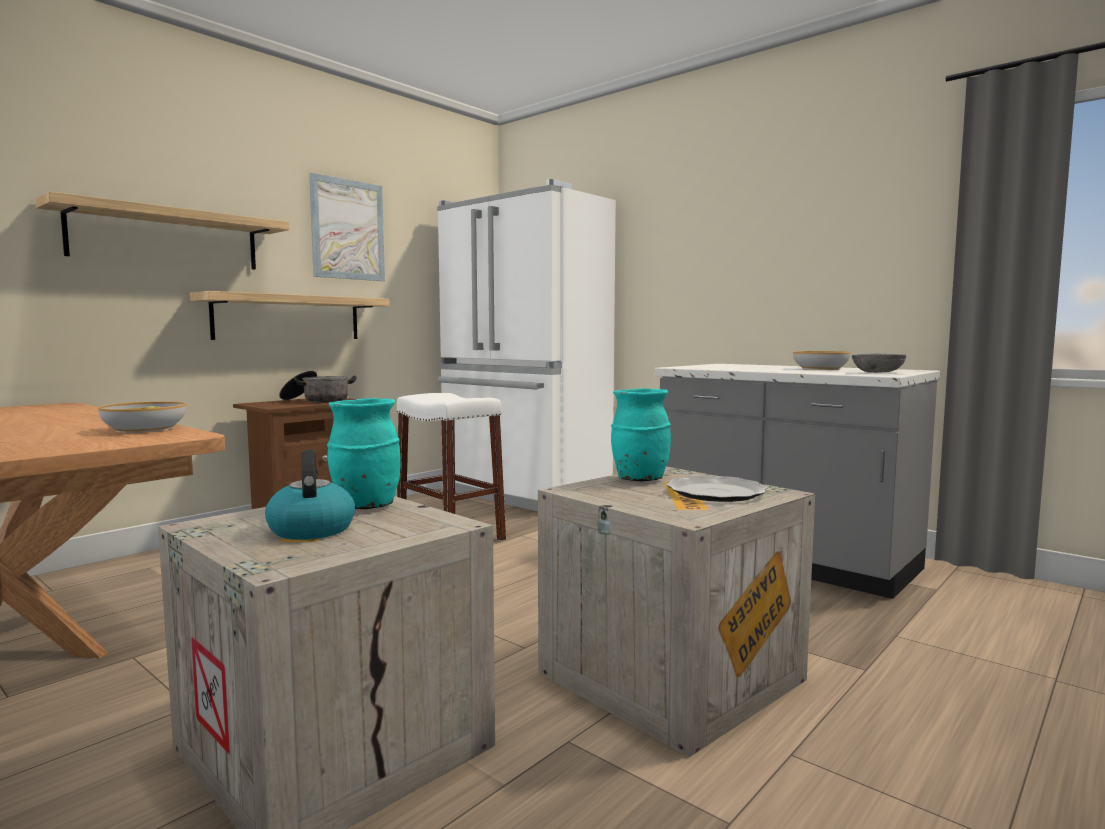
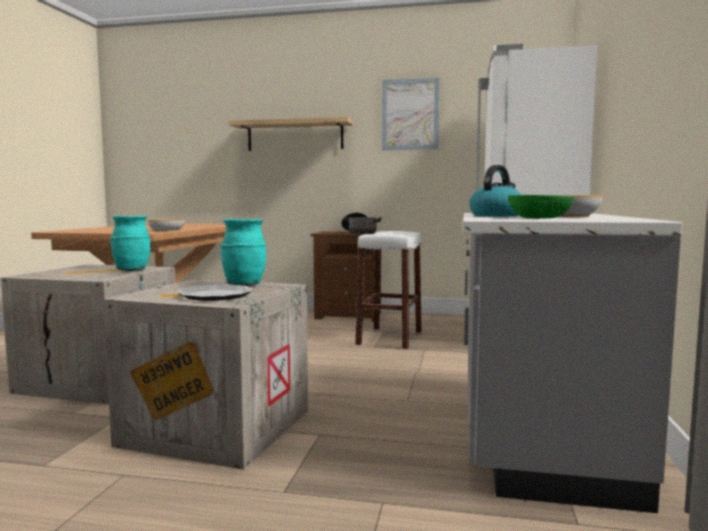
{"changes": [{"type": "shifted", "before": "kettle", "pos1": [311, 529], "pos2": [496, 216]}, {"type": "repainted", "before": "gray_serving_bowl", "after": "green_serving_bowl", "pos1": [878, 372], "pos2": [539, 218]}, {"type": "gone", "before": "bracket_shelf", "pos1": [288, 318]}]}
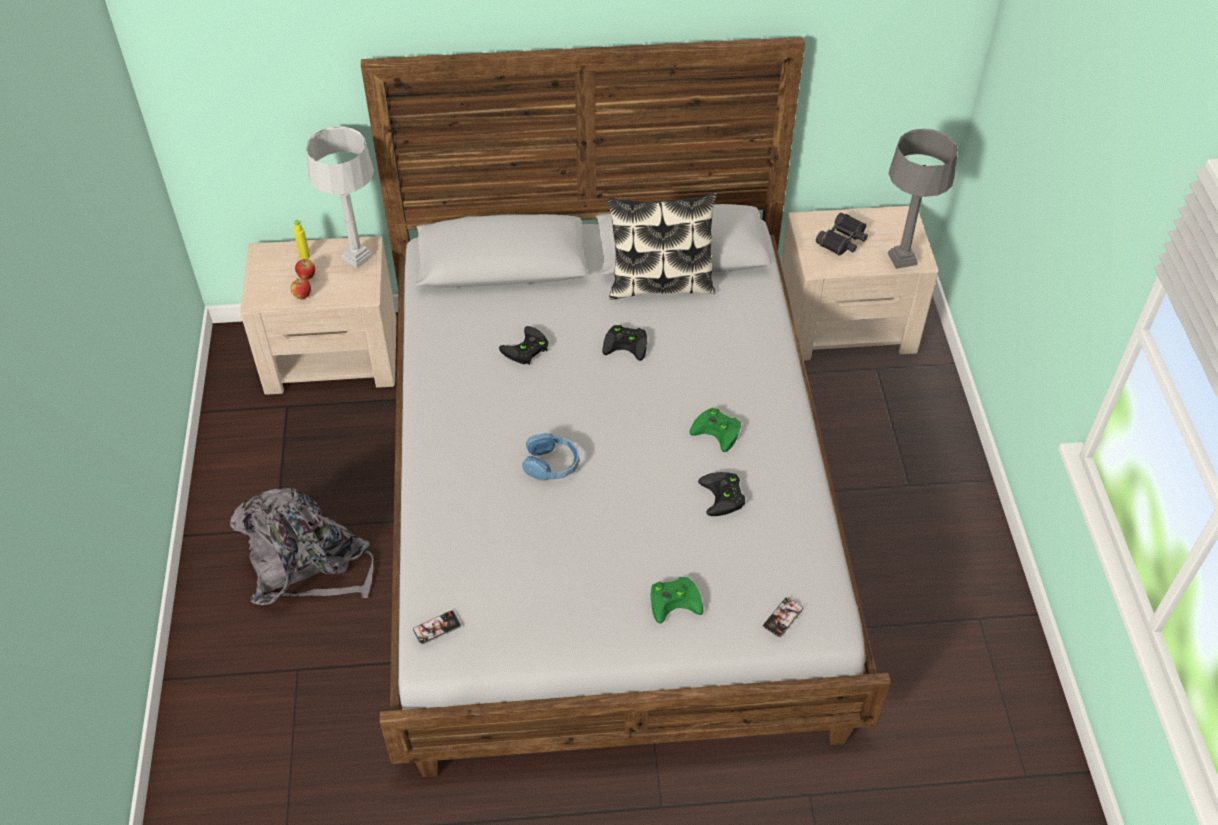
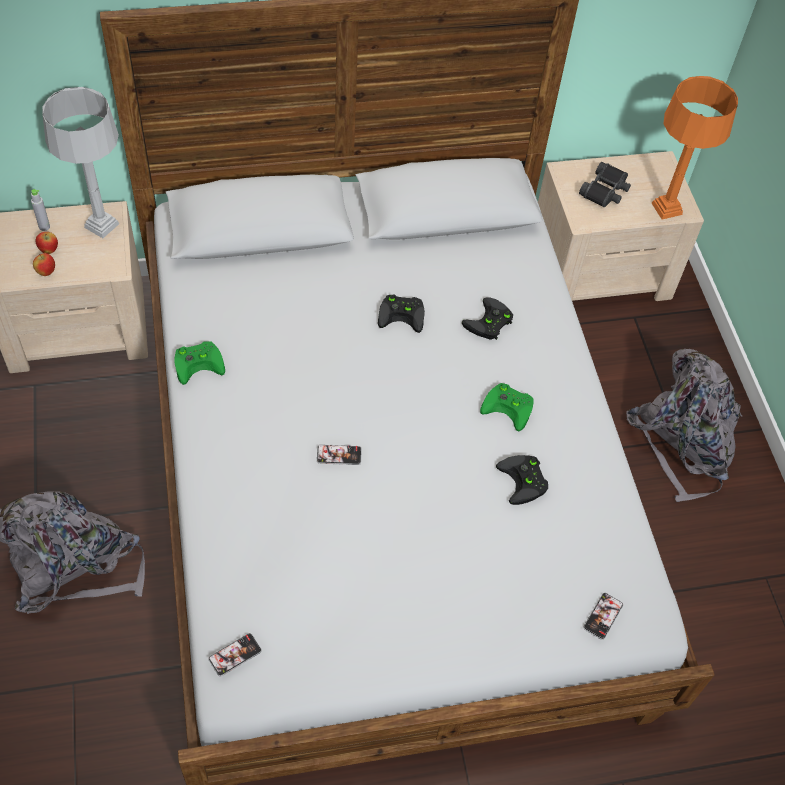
{"changes": [{"type": "repainted", "before": "yellowish_bottle", "after": "gray_bottle", "pos1": [305, 256], "pos2": [44, 227]}, {"type": "shifted", "before": "green_game_controller", "pos1": [676, 599], "pos2": [200, 362]}, {"type": "swapped", "before": "bluish_headset", "after": "telephone", "pos1": [551, 464], "pos2": [339, 455]}, {"type": "shifted", "before": "black_game_controller", "pos1": [526, 350], "pos2": [489, 323]}, {"type": "new", "after": "gray_rucksack", "pos2": [684, 442]}, {"type": "repainted", "before": "gray_table_lamp", "after": "orange-coloured_table_lamp", "pos1": [902, 259], "pos2": [666, 209]}, {"type": "gone", "before": "pillow", "pos1": [660, 283]}]}
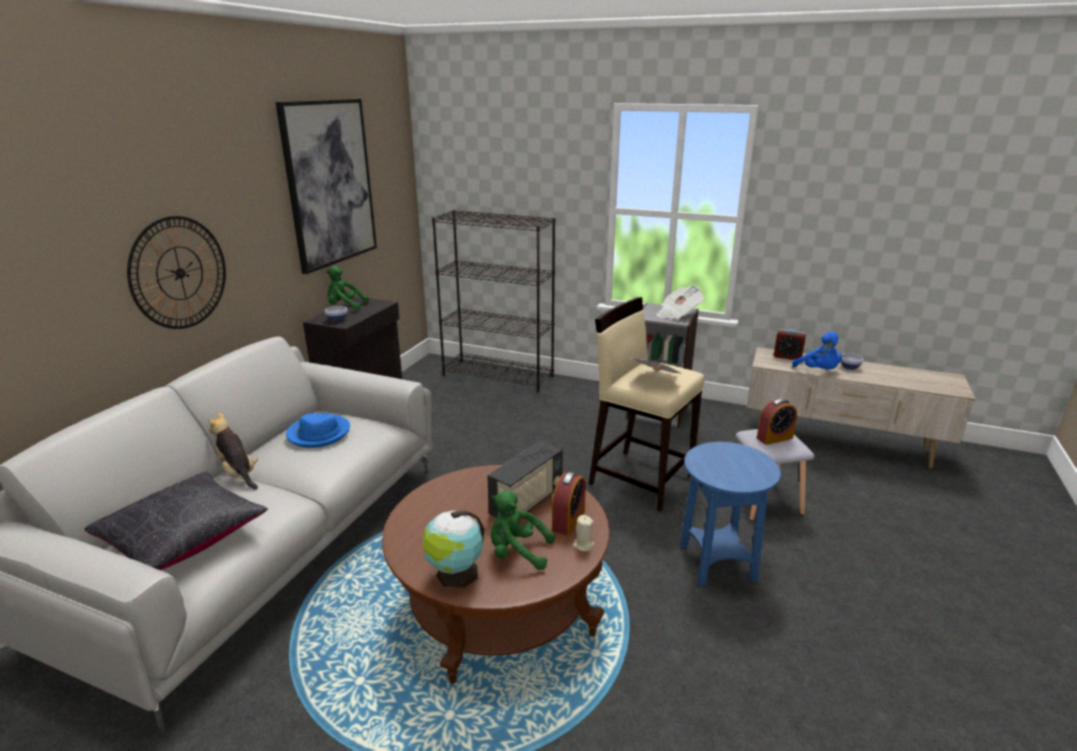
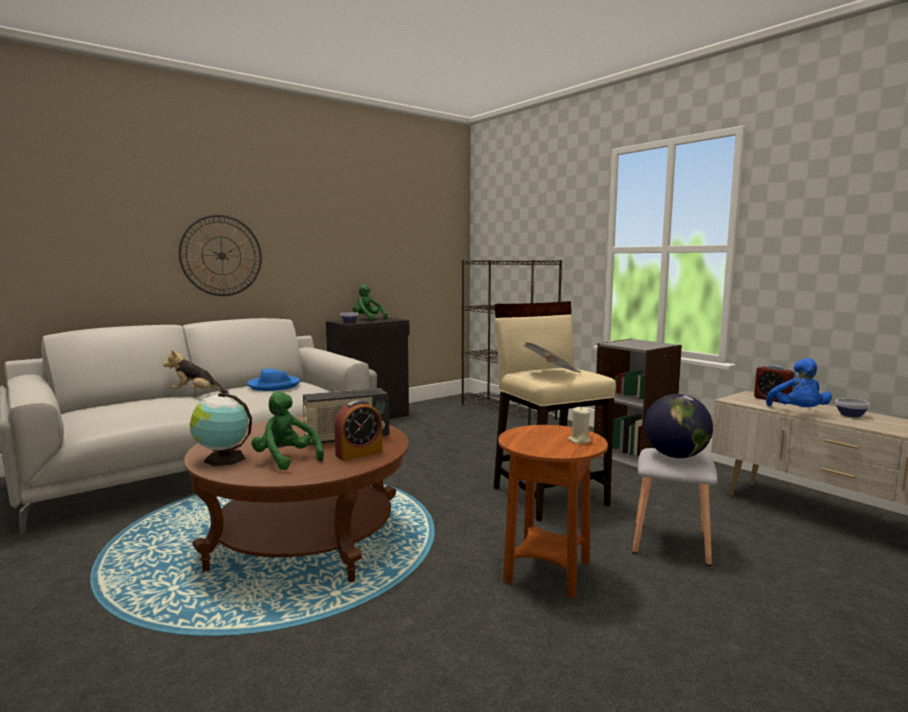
{"changes": [{"type": "rotated", "before": "soft_toy", "pos1": [238, 473], "pos2": [196, 393], "turn": -75}, {"type": "repainted", "before": "bluish_side_table", "after": "brown-coloured_side_table", "pos1": [717, 563], "pos2": [548, 572]}, {"type": "shifted", "before": "beige-coloured_candle", "pos1": [583, 545], "pos2": [579, 441]}, {"type": "swapped", "before": "table_clock", "after": "globe", "pos1": [774, 438], "pos2": [676, 456]}, {"type": "gone", "before": "black_pillow", "pos1": [183, 537]}, {"type": "gone", "before": "wall_art", "pos1": [330, 183]}, {"type": "gone", "before": "daily_paper", "pos1": [678, 314]}]}
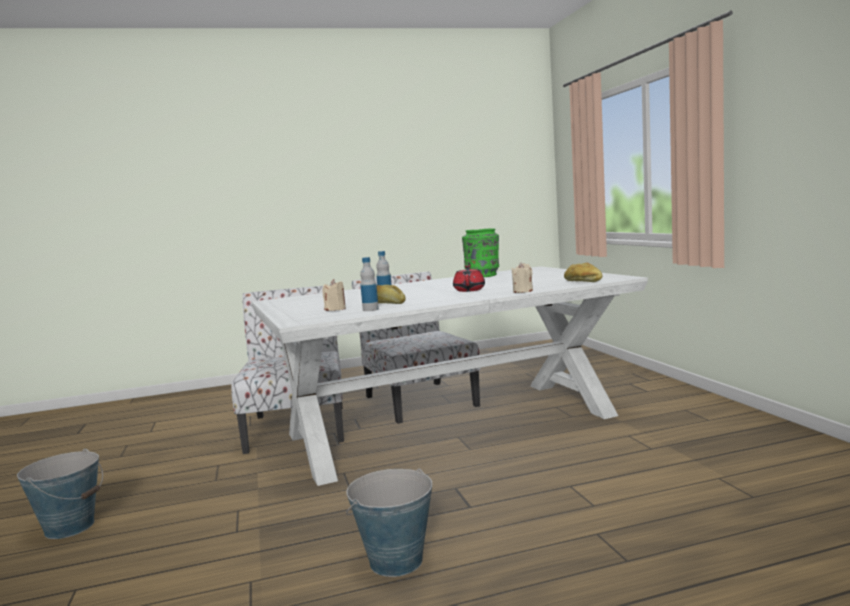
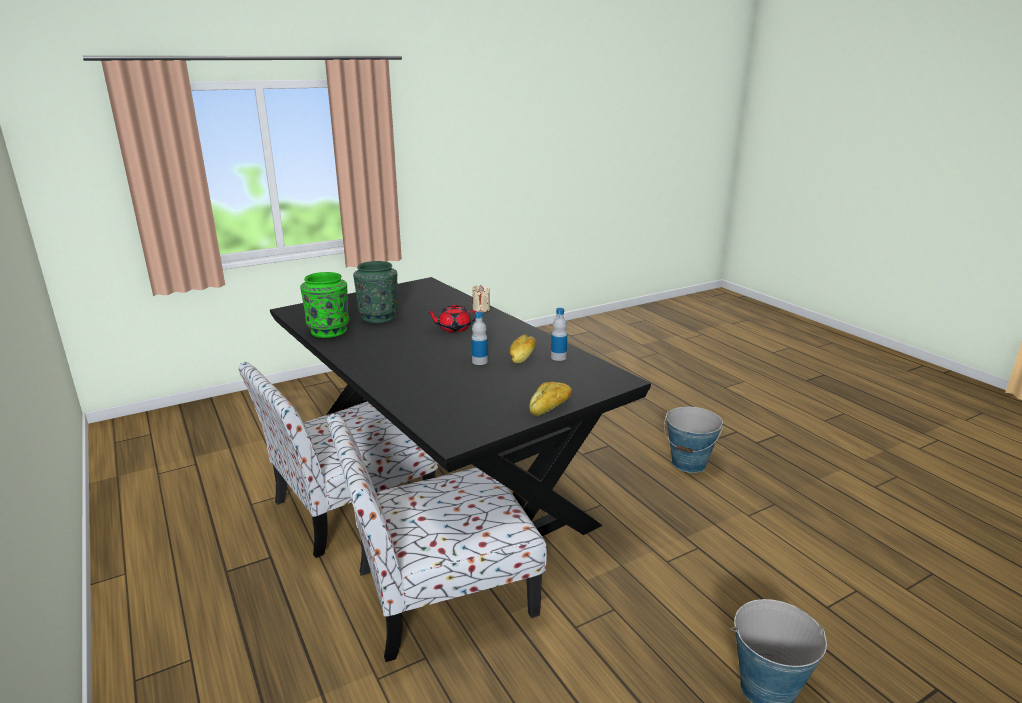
{"changes": [{"type": "repainted", "before": "white_dining_table", "after": "black_dining_table", "pos1": [452, 424], "pos2": [441, 472]}, {"type": "new", "after": "green_decorative_vase", "pos2": [378, 317]}, {"type": "shifted", "before": "baked_bread", "pos1": [583, 281], "pos2": [551, 406]}, {"type": "gone", "before": "beige-coloured_candle", "pos1": [335, 309]}]}
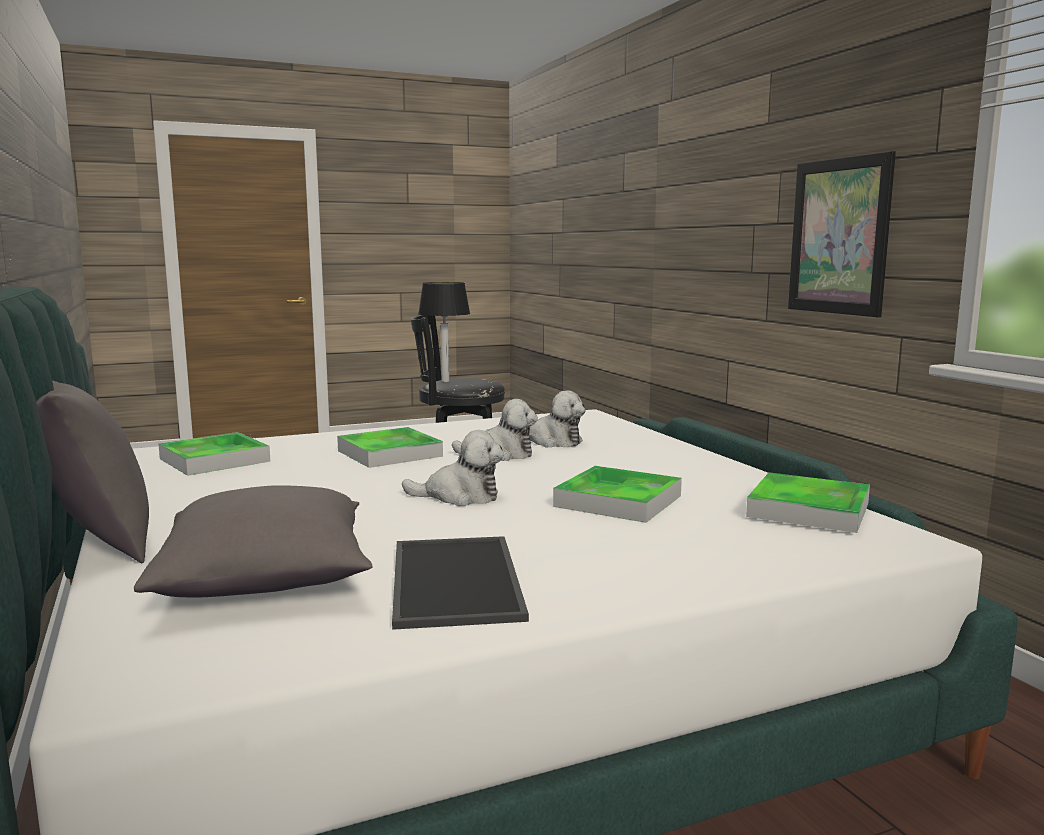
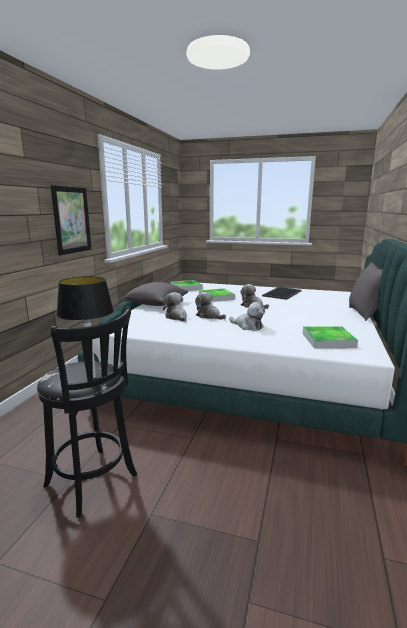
{"changes": [{"type": "shifted", "before": "gray_pillow", "pos1": [267, 581], "pos2": [156, 304]}, {"type": "swapped", "before": "carrying_tray", "after": "soft_toy", "pos1": [389, 453], "pos2": [248, 326]}]}
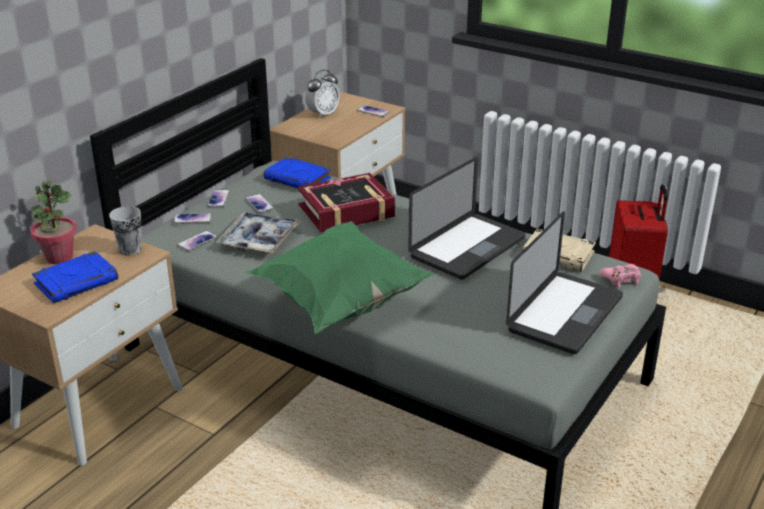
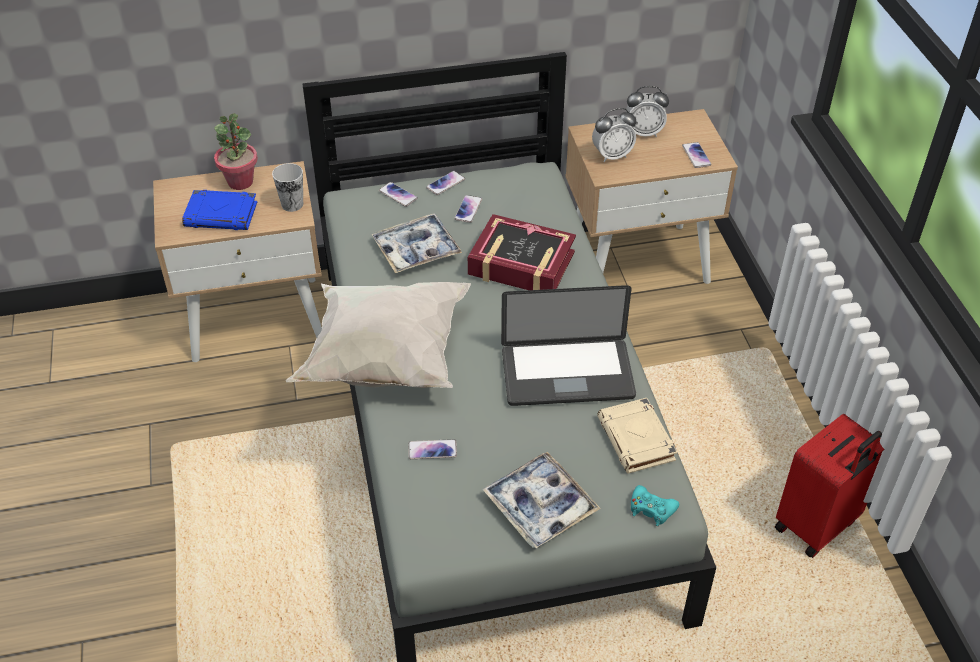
{"changes": [{"type": "repainted", "before": "green_pillow", "after": "white_pillow", "pos1": [338, 304], "pos2": [384, 359]}, {"type": "shifted", "before": "telephone", "pos1": [197, 241], "pos2": [432, 450]}, {"type": "swapped", "before": "portable_computer", "after": "carrying_tray", "pos1": [565, 314], "pos2": [540, 506]}, {"type": "new", "after": "table_clock", "pos2": [612, 155]}, {"type": "repainted", "before": "pink_game_controller", "after": "blue-green_game_controller", "pos1": [621, 279], "pos2": [651, 509]}, {"type": "gone", "before": "bluish_bound_book", "pos1": [298, 179]}]}
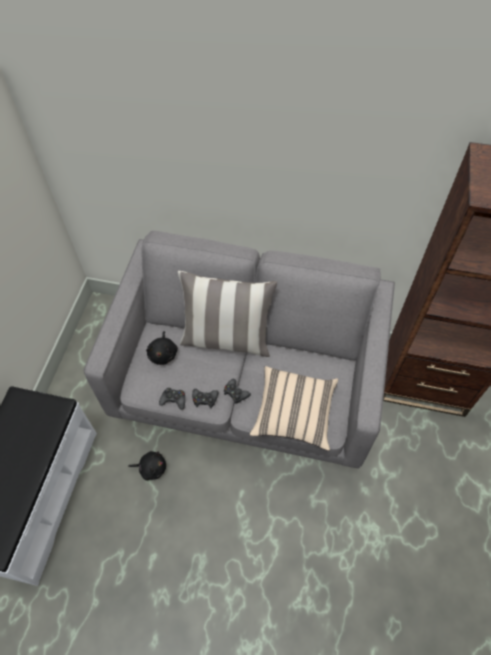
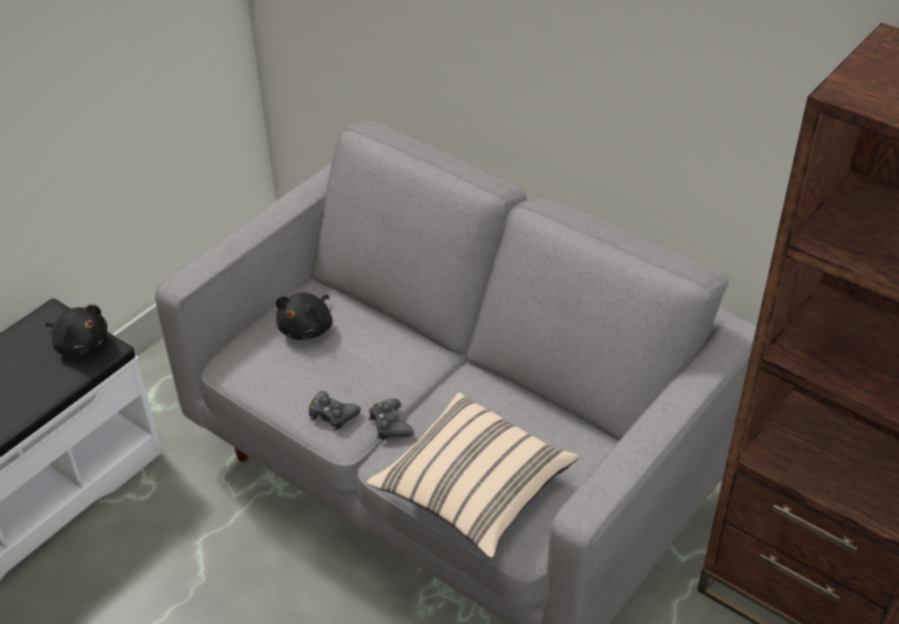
{"changes": [{"type": "shifted", "before": "black_soft_toy", "pos1": [151, 468], "pos2": [81, 343]}, {"type": "gone", "before": "black_game_controller", "pos1": [173, 400]}, {"type": "gone", "before": "pillow", "pos1": [227, 338]}]}
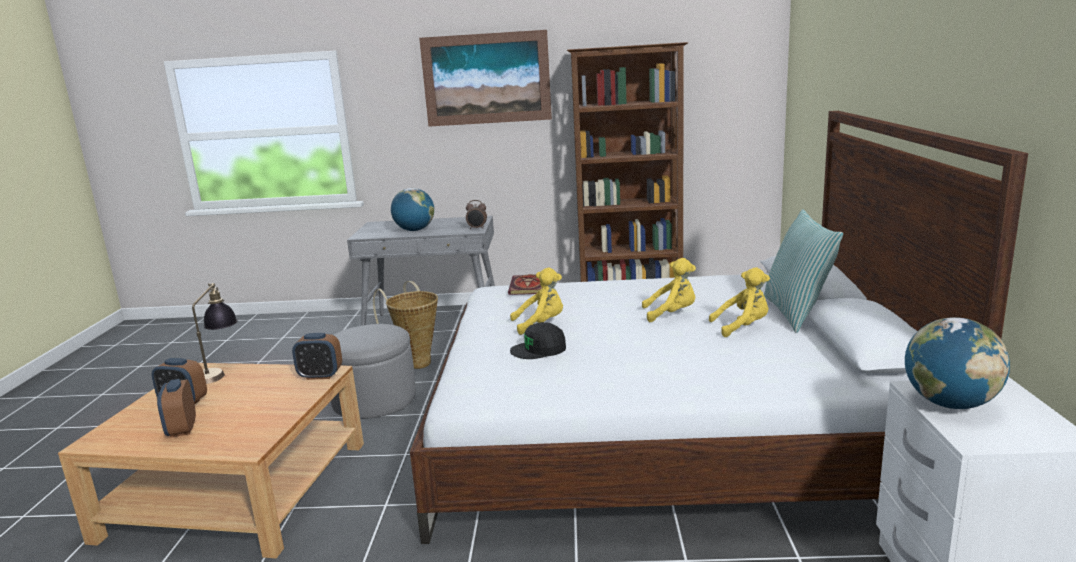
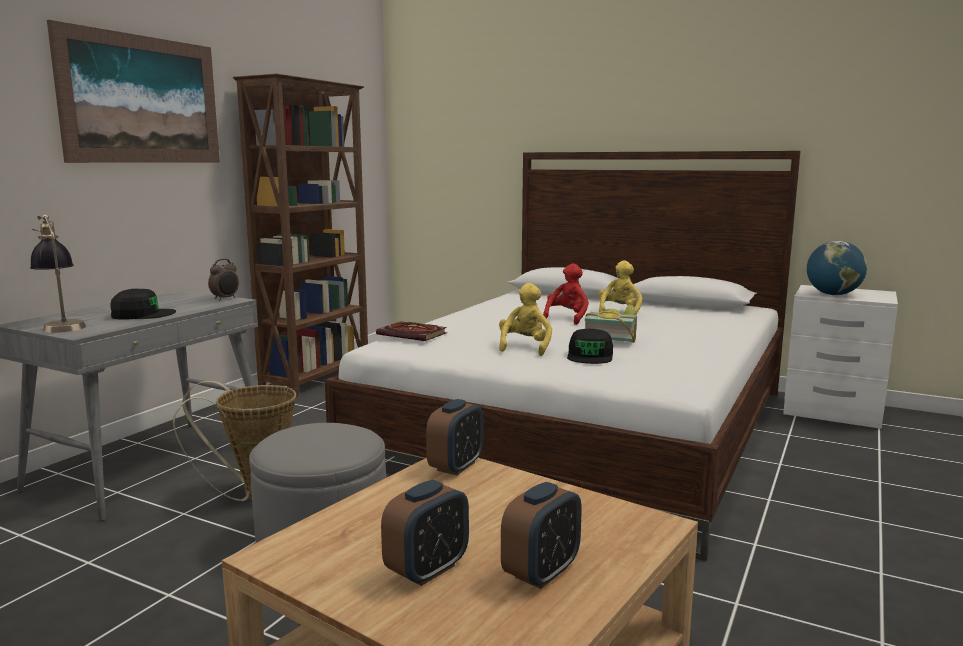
{"changes": [{"type": "shifted", "before": "table_lamp", "pos1": [219, 372], "pos2": [62, 325]}, {"type": "swapped", "before": "globe", "after": "black_peaked_cap", "pos1": [414, 230], "pos2": [142, 314]}, {"type": "rotated", "before": "table_clock", "pos1": [182, 429], "pos2": [541, 572], "turn": -60}, {"type": "repainted", "before": "yellowish_soft_toy", "after": "red_soft_toy", "pos1": [672, 314], "pos2": [567, 318]}, {"type": "new", "after": "bound_book", "pos2": [611, 337]}, {"type": "gone", "before": "pillow", "pos1": [797, 313]}]}
